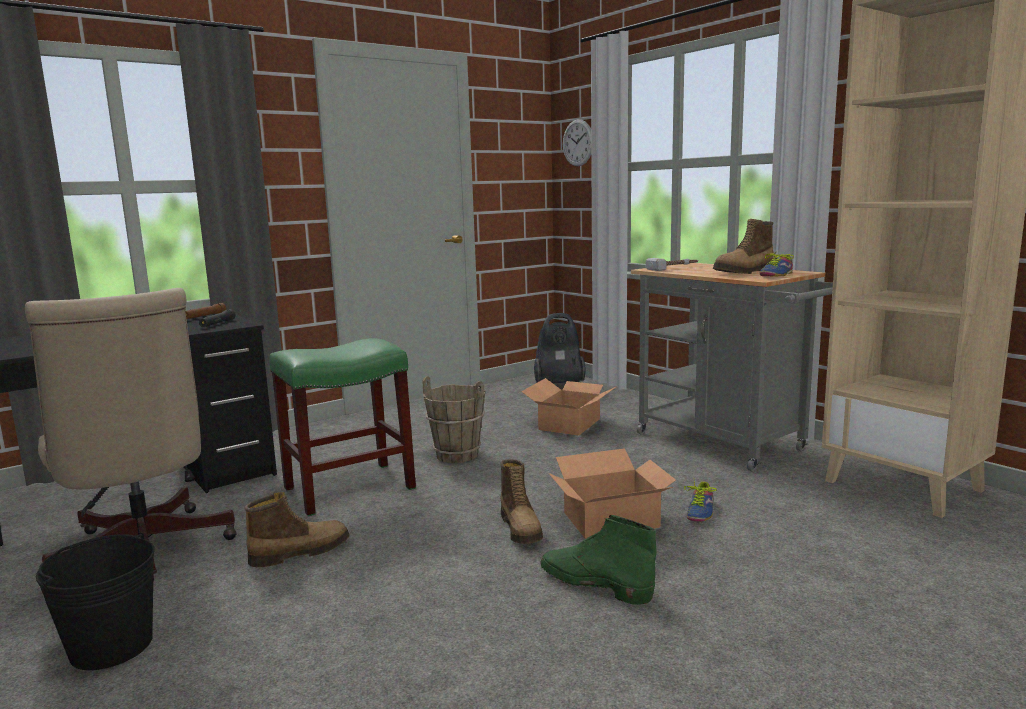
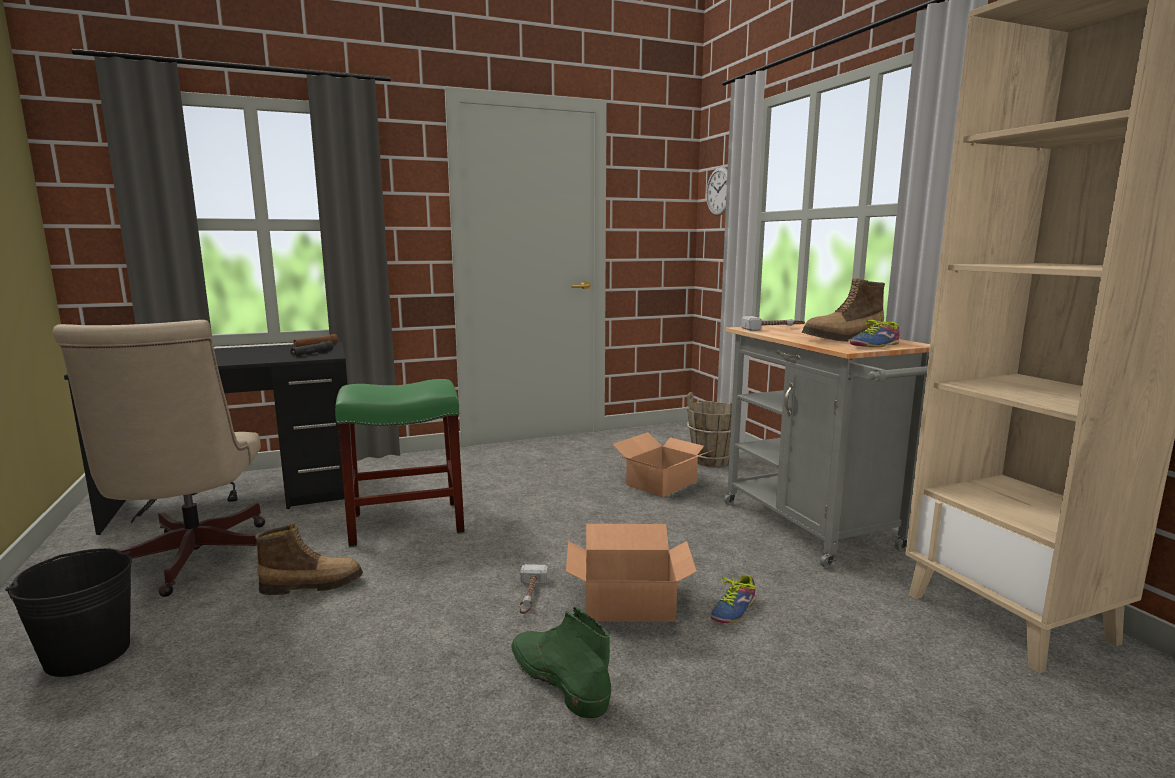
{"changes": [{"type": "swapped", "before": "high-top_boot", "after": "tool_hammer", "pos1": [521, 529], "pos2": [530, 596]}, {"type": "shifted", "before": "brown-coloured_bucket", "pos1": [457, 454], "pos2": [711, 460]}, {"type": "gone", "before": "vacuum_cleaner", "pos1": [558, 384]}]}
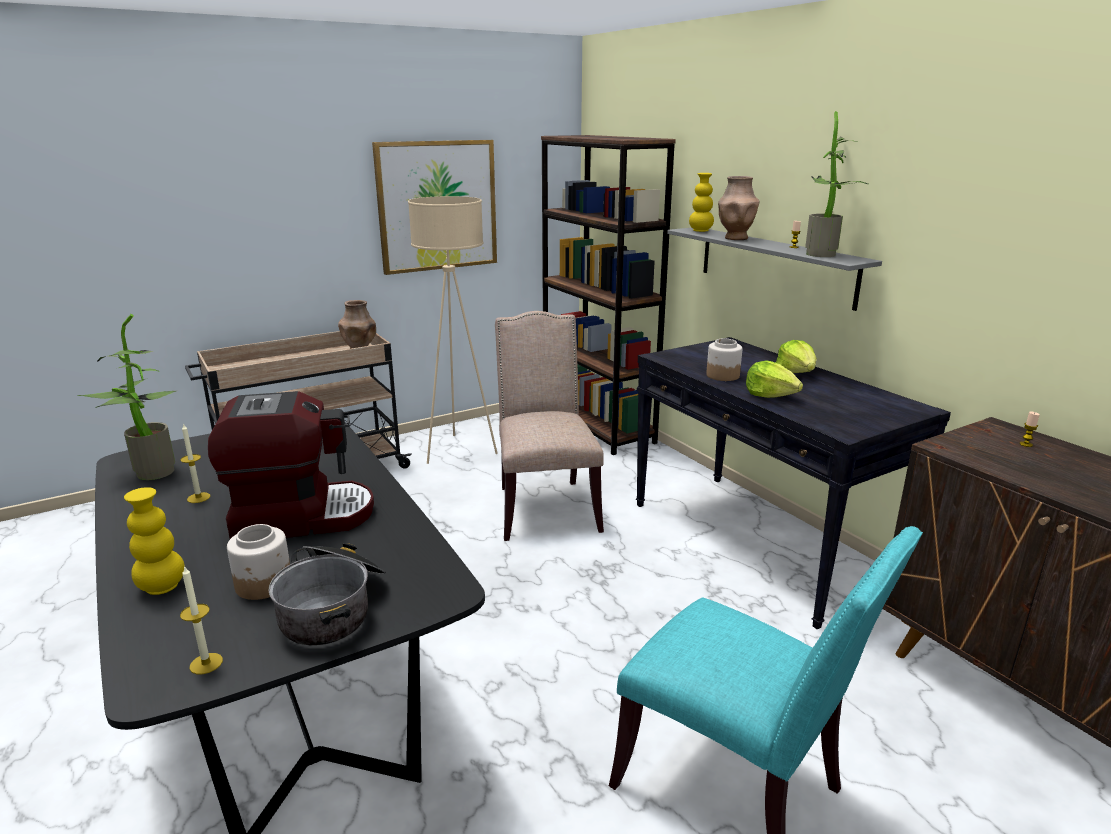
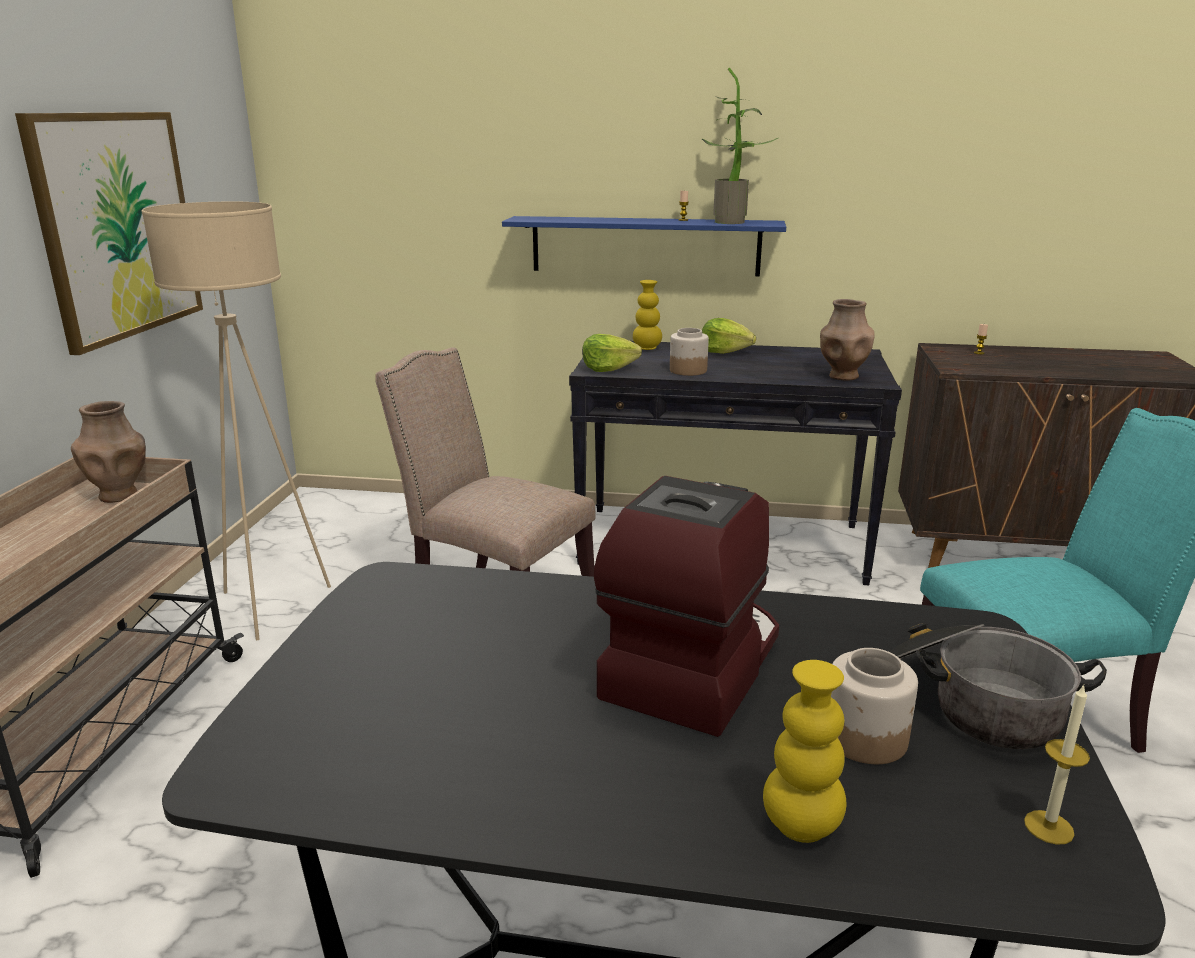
{"changes": [{"type": "repainted", "before": "gray_bracket_shelf", "after": "bluish_bracket_shelf", "pos1": [775, 265], "pos2": [645, 246]}, {"type": "shifted", "before": "lettuce_head", "pos1": [770, 395], "pos2": [608, 369]}, {"type": "shifted", "before": "yellowish_decorative_vase", "pos1": [700, 231], "pos2": [647, 348]}, {"type": "shifted", "before": "brown-coloured_decorative_vase", "pos1": [735, 238], "pos2": [842, 376]}, {"type": "gone", "before": "houseplant", "pos1": [150, 474]}, {"type": "gone", "before": "candle", "pos1": [198, 497]}, {"type": "gone", "before": "brown-coloured_bookshelf", "pos1": [597, 426]}]}
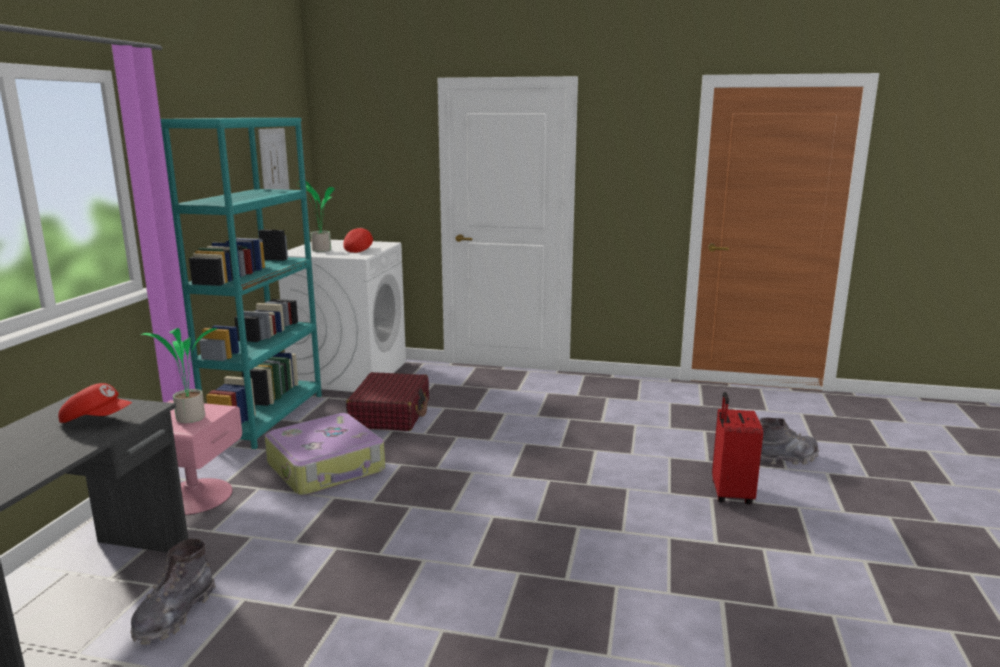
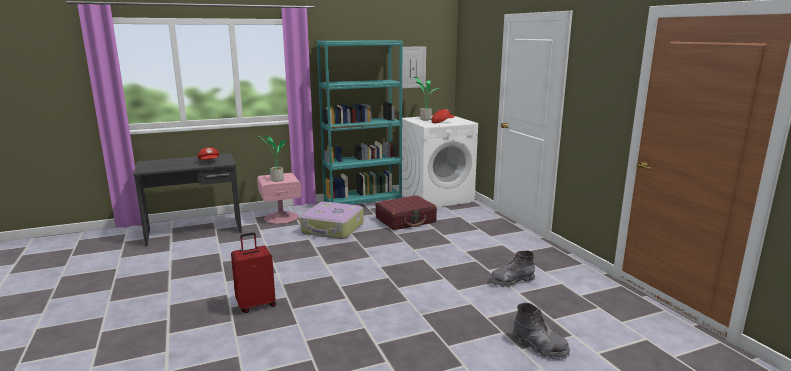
{"changes": [{"type": "shifted", "before": "red_suitcase", "pos1": [730, 494], "pos2": [256, 304]}, {"type": "shifted", "before": "gray_high-top_boot", "pos1": [174, 615], "pos2": [511, 281]}]}
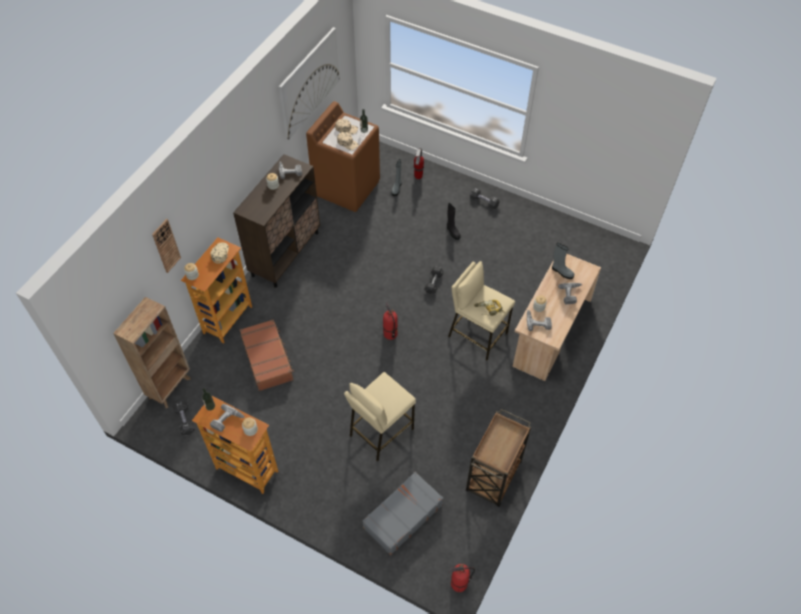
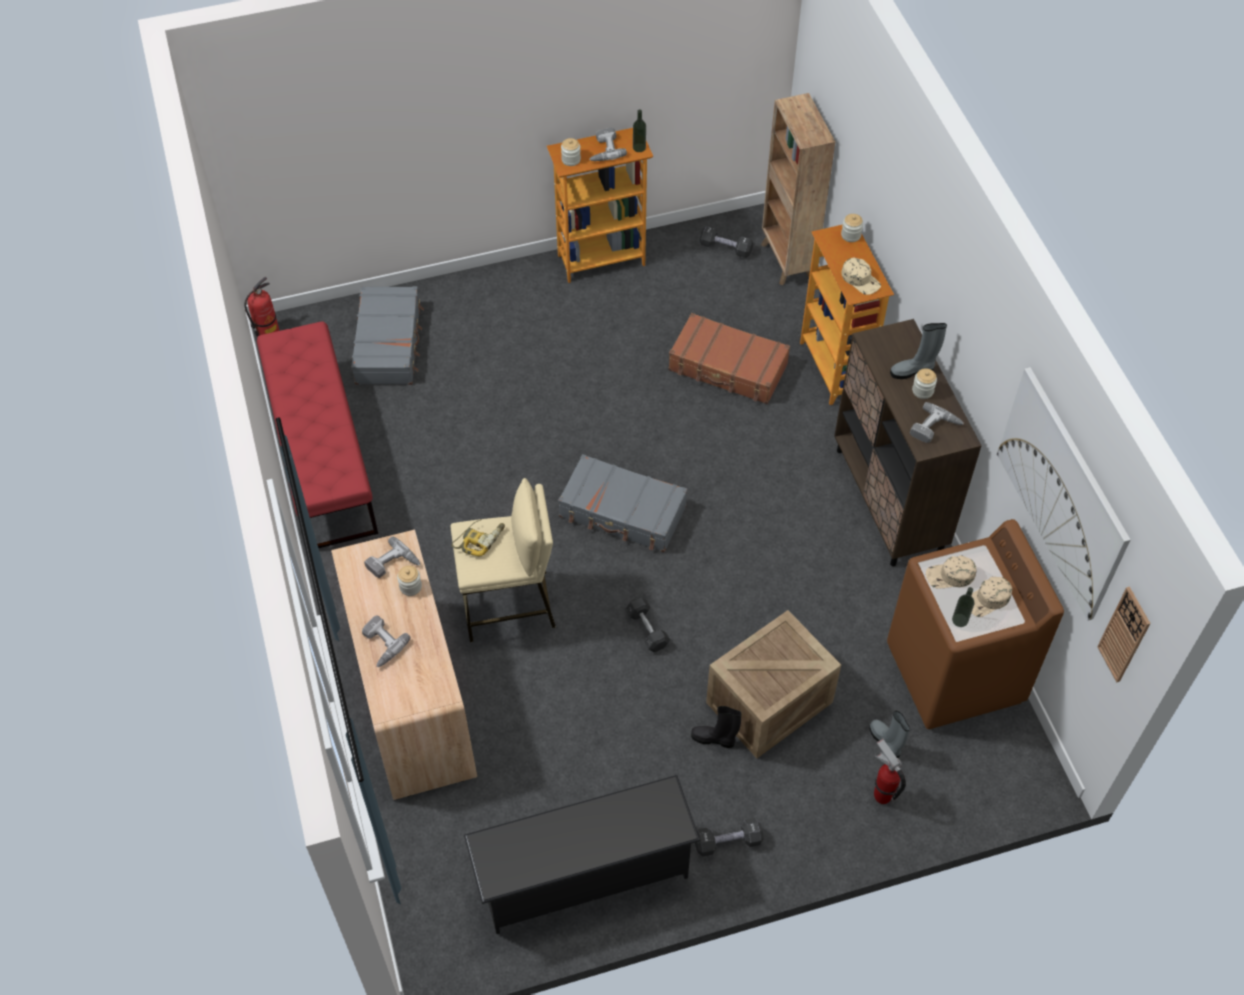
{"changes": [{"type": "swapped", "before": "brown-coloured_cart", "after": "red_bench", "pos1": [493, 477], "pos2": [322, 453]}, {"type": "new", "after": "black_shoe_shelf", "pos2": [583, 875]}, {"type": "swapped", "before": "fire_extinguisher", "after": "gray_suitcase", "pos1": [390, 334], "pos2": [622, 512]}, {"type": "new", "after": "crate", "pos2": [768, 704]}, {"type": "shifted", "before": "gray_high-top_boot", "pos1": [561, 272], "pos2": [913, 371]}, {"type": "shifted", "before": "clock_on_the_wall", "pos1": [166, 246], "pos2": [1124, 635]}, {"type": "gone", "before": "beige-coloured_sitting_stool", "pos1": [380, 432]}]}
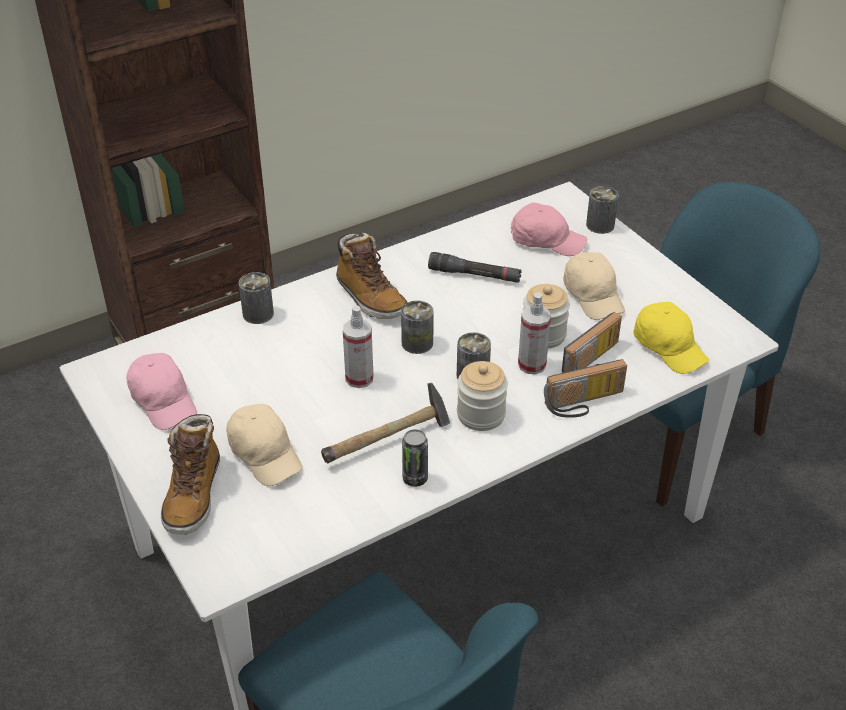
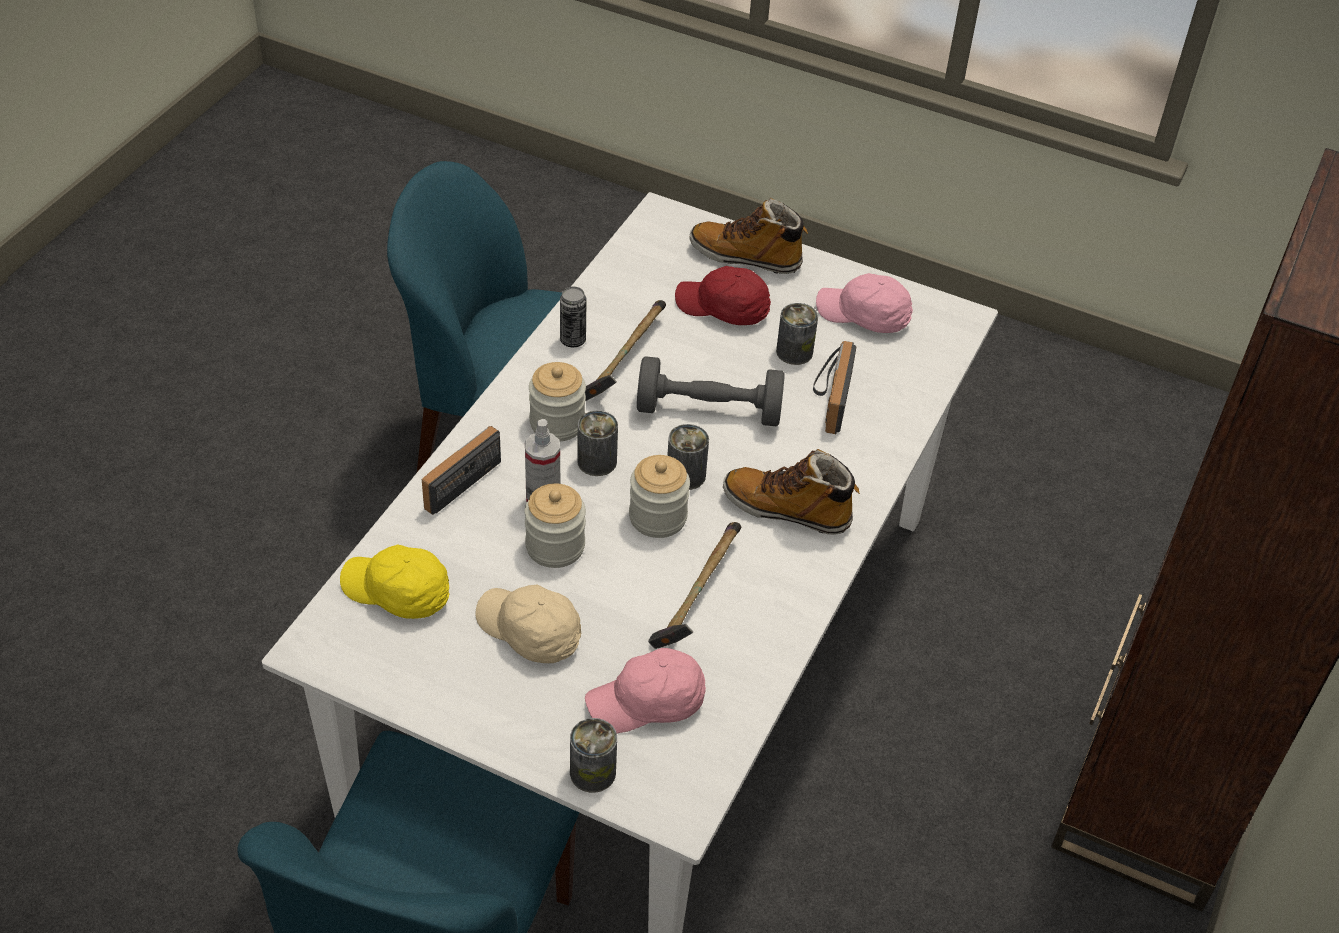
{"changes": [{"type": "new", "after": "jar", "pos2": [658, 517]}, {"type": "swapped", "before": "spray_bottle", "after": "gray_dumbbell", "pos1": [359, 378], "pos2": [708, 411]}, {"type": "swapped", "before": "black_hand_torch", "after": "tool_hammer", "pos1": [474, 275], "pos2": [697, 598]}, {"type": "repainted", "before": "beige-coloured_peaked_cap", "after": "red_peaked_cap", "pos1": [265, 454], "pos2": [723, 309]}, {"type": "rotated", "before": "high-top_boot", "pos1": [193, 495], "pos2": [746, 257], "turn": -45}, {"type": "shifted", "before": "sealed_can", "pos1": [258, 314], "pos2": [794, 352]}, {"type": "shifted", "before": "radio", "pos1": [594, 363], "pos2": [828, 398]}]}
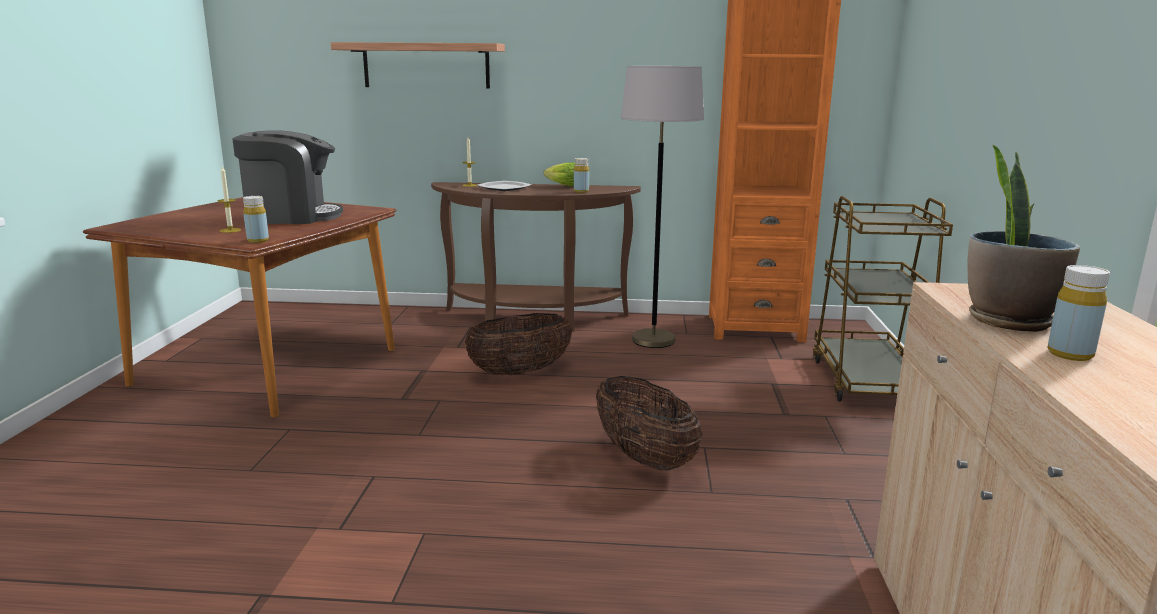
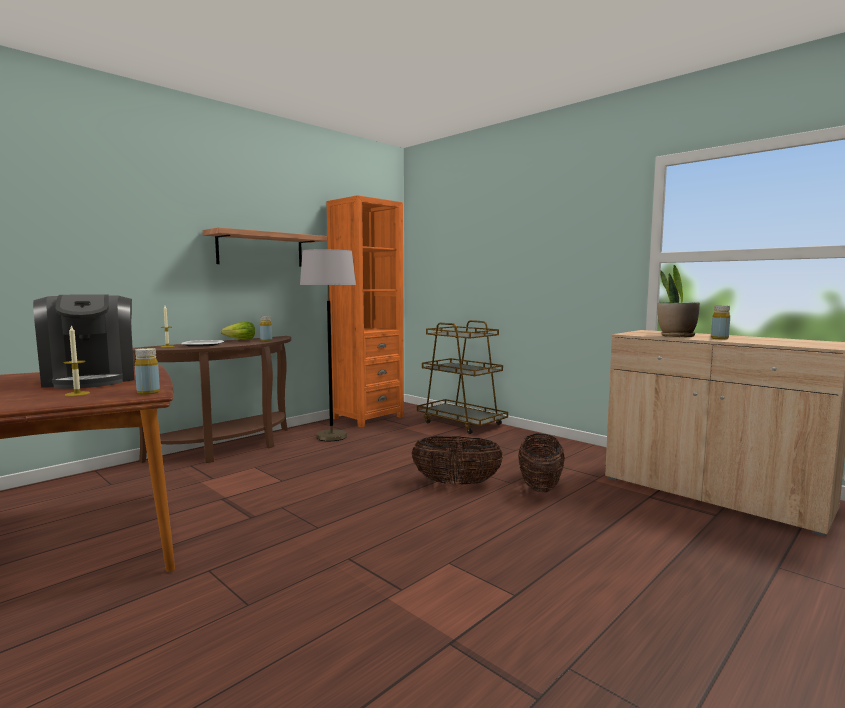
{"changes": [{"type": "rotated", "before": "coffee_machine", "pos1": [291, 216], "pos2": [91, 379], "turn": 120}, {"type": "shifted", "before": "bracket_shelf", "pos1": [426, 65], "pos2": [260, 249]}, {"type": "shifted", "before": "storage_basket", "pos1": [520, 372], "pos2": [540, 486]}]}
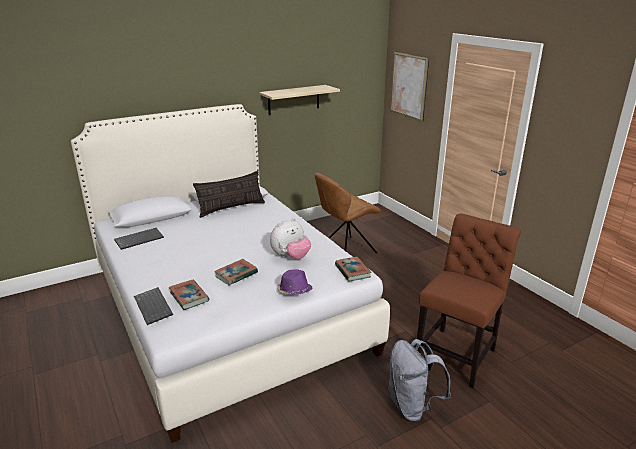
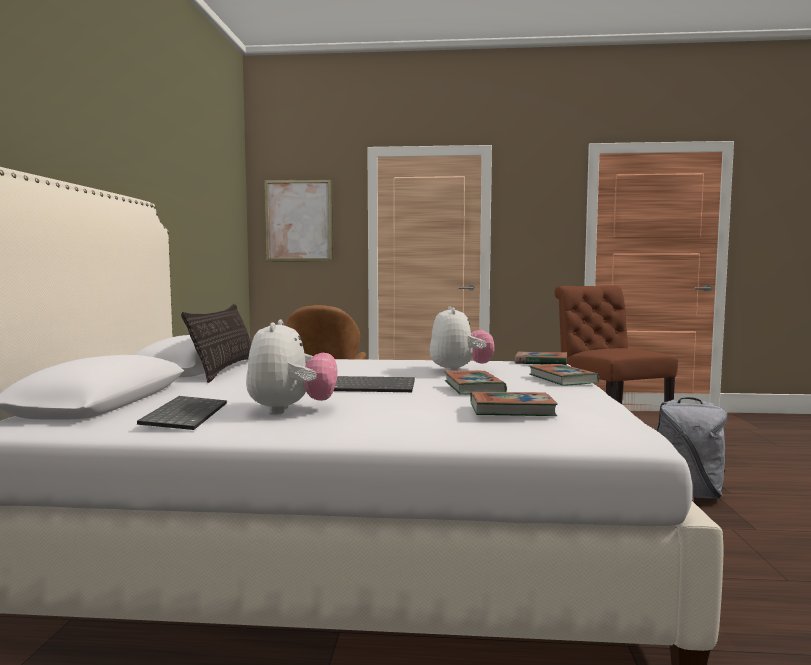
{"changes": [{"type": "new", "after": "soft_toy", "pos2": [291, 410]}, {"type": "shifted", "before": "keyboard", "pos1": [154, 307], "pos2": [370, 387]}, {"type": "swapped", "before": "purplish_hat", "after": "bound_book", "pos1": [294, 291], "pos2": [562, 379]}, {"type": "gone", "before": "bracket_shelf", "pos1": [293, 99]}]}
